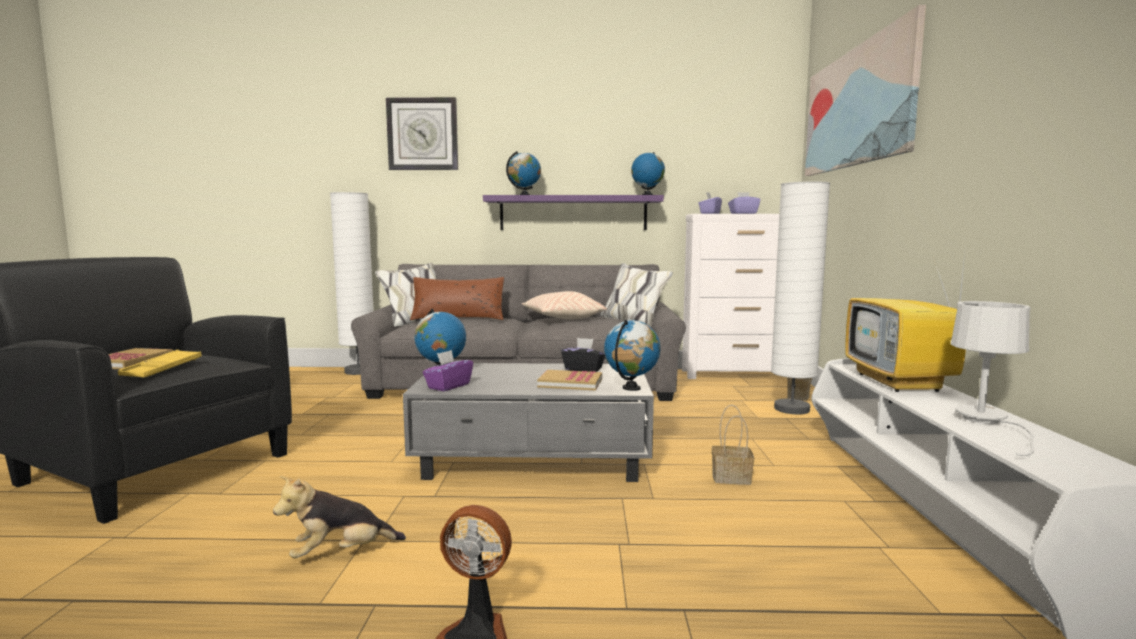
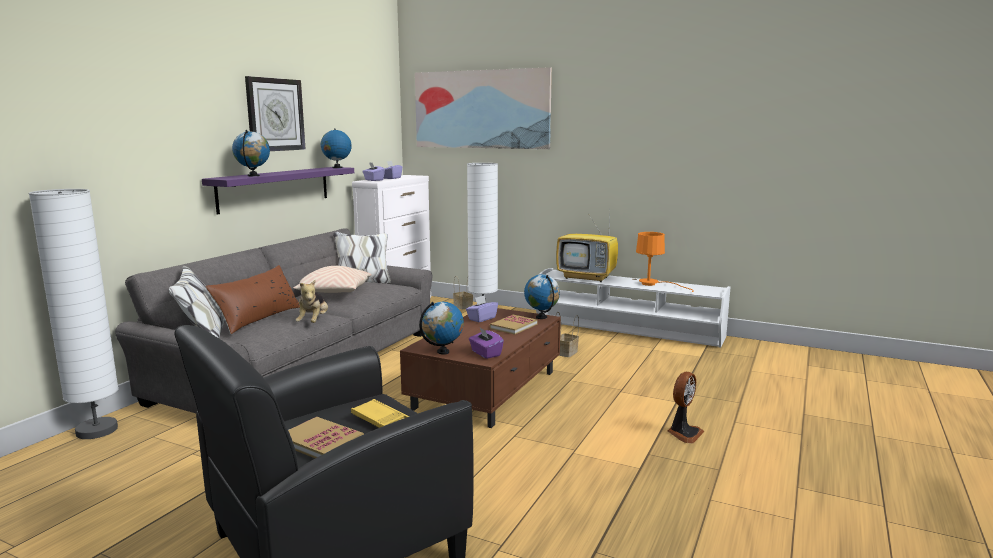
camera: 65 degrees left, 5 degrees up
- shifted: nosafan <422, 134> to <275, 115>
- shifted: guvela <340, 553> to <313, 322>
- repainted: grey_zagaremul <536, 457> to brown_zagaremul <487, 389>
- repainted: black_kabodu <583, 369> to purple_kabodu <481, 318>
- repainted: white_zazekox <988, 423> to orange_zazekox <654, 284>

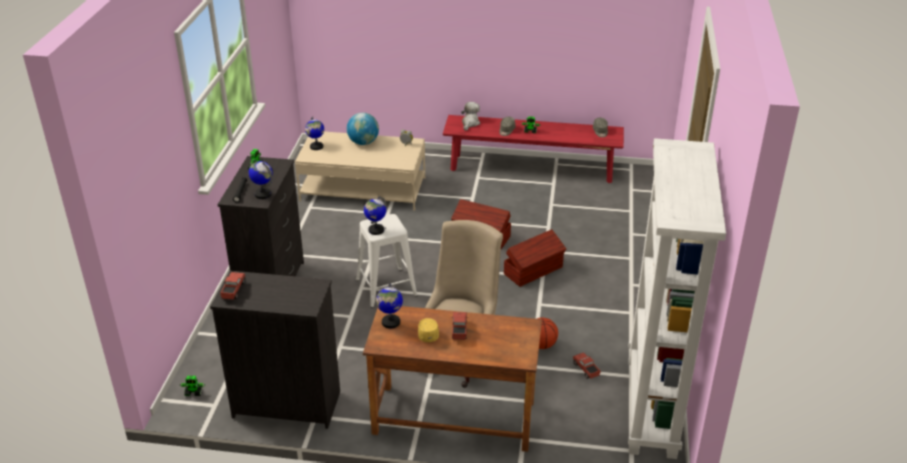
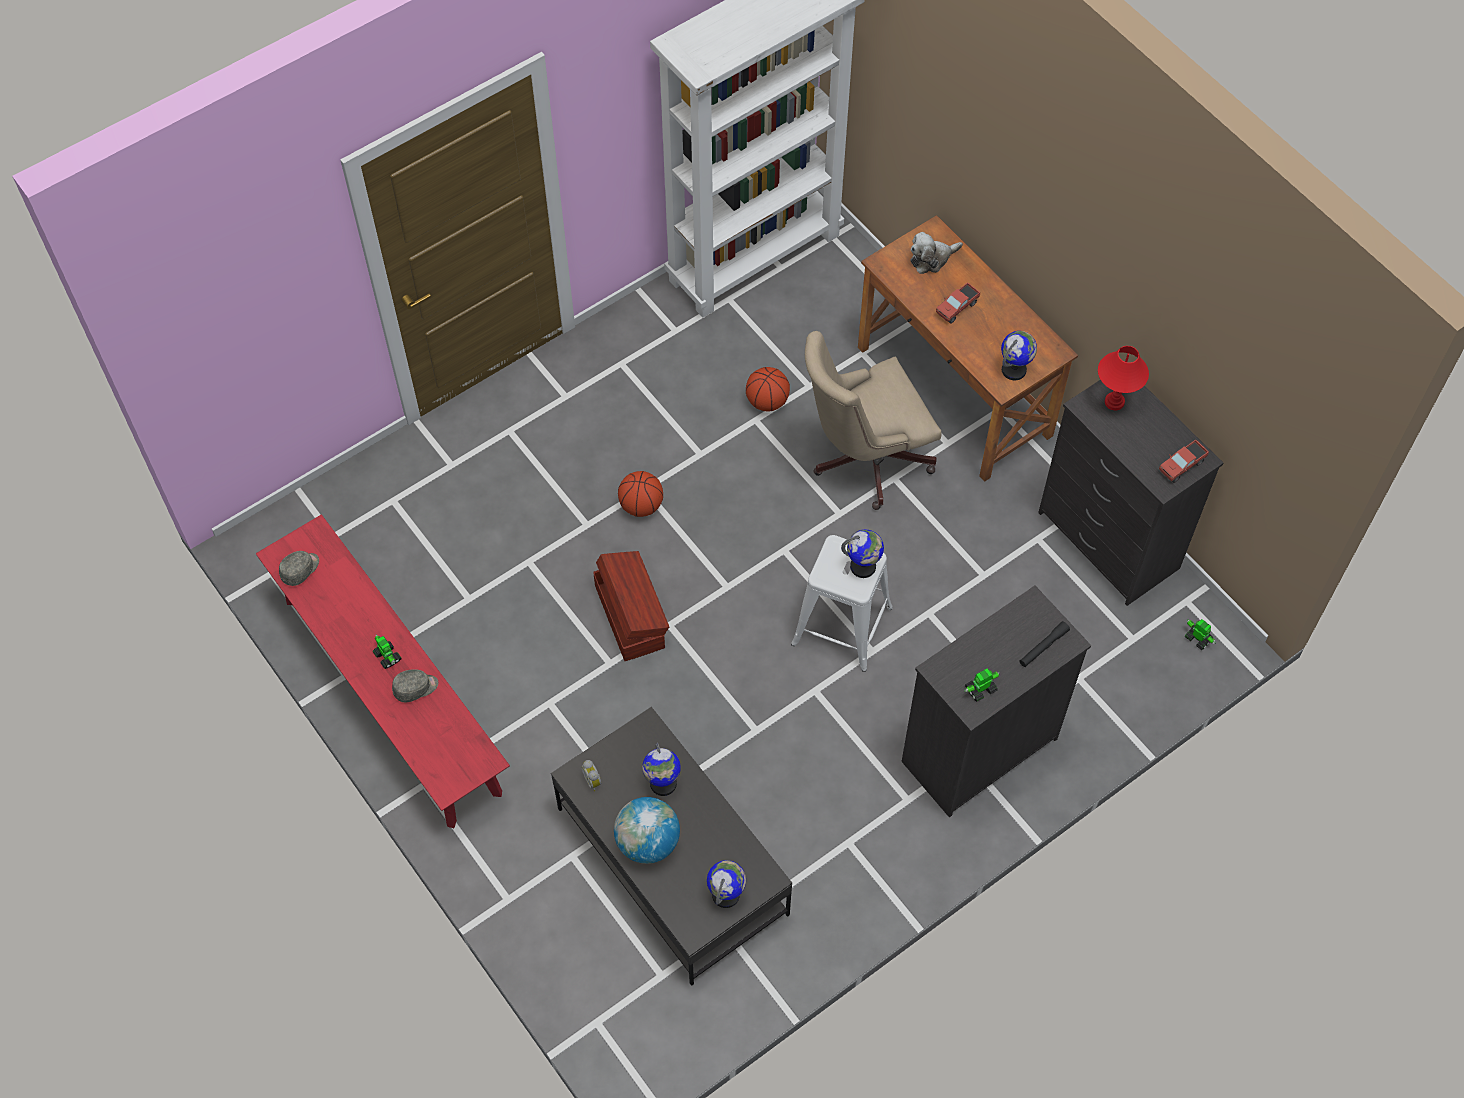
camera: 135 degrees left, 25 degrees up
- repainted: beige_zagaremul <363, 189> to black_zagaremul <673, 861>
- swapped: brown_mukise <534, 270> to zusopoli <641, 505>
- shifted: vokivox <263, 194> to <663, 784>
- shifted: guvela <470, 123> to <932, 259>
- new: red_zazekox <1114, 402>
- gone: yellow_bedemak <428, 333>
- gone: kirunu <586, 370>

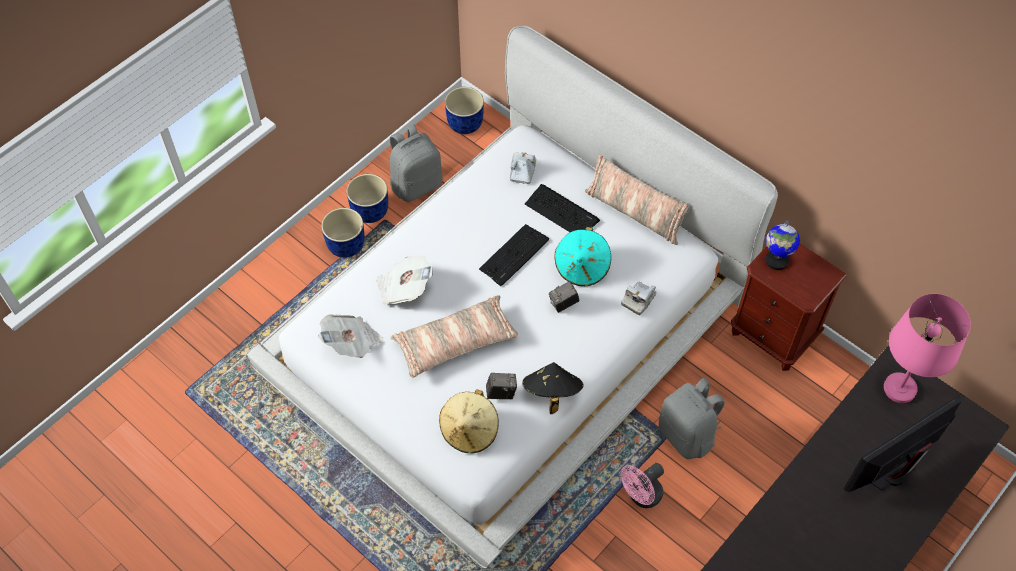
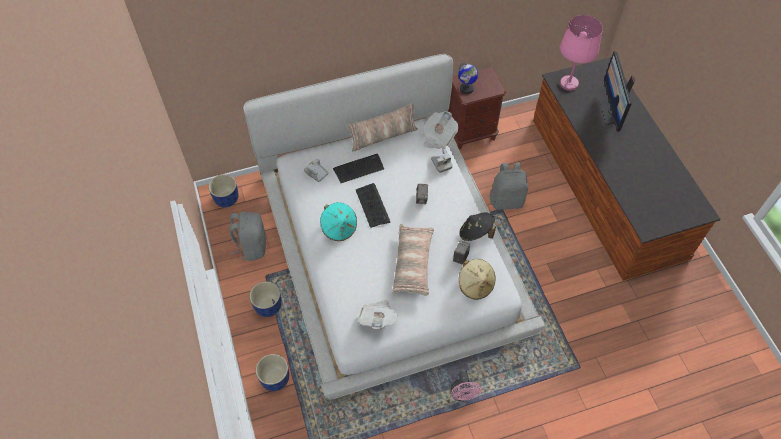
camera: 60 degrees left, 0 degrees up
- shifted: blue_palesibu <370, 211> to <275, 379>
- shifted: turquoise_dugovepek <582, 267> to <339, 228>
- shifted: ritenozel <404, 288> to <438, 137>
- shifted: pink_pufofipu <641, 496> to <462, 395>

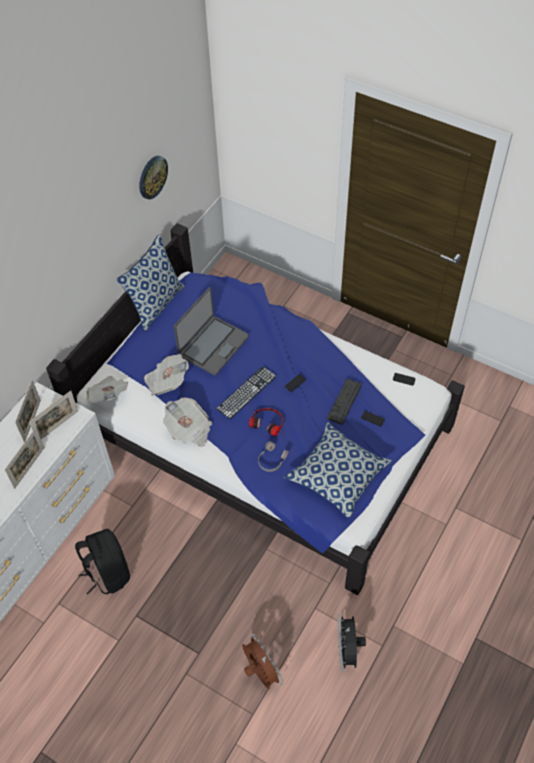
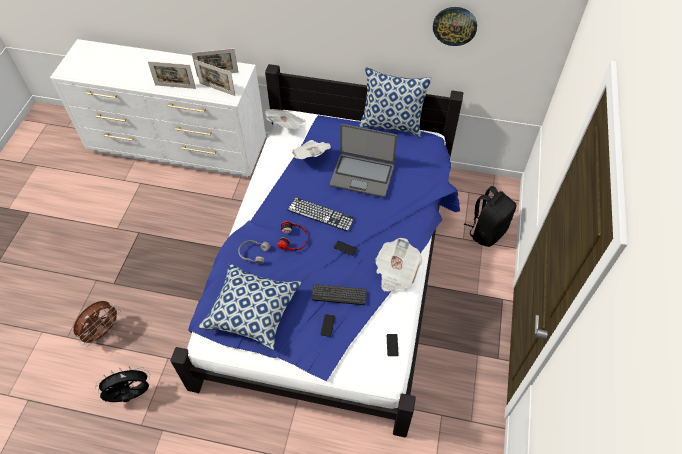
camera: 70 degrees right, 0 degrees up
- shifted: ritenozel <189, 430> to <396, 273>
- shifted: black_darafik <108, 573> to <487, 231>

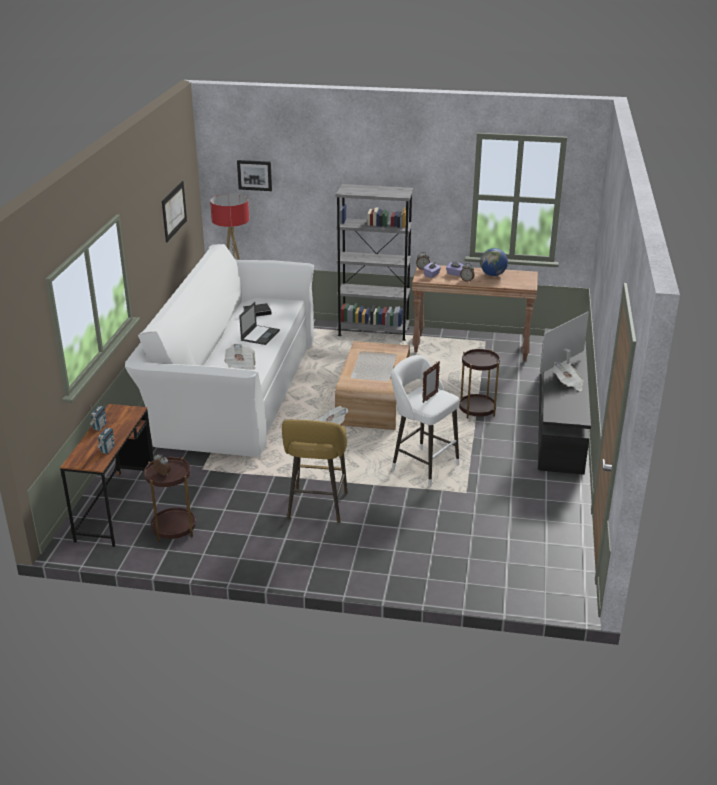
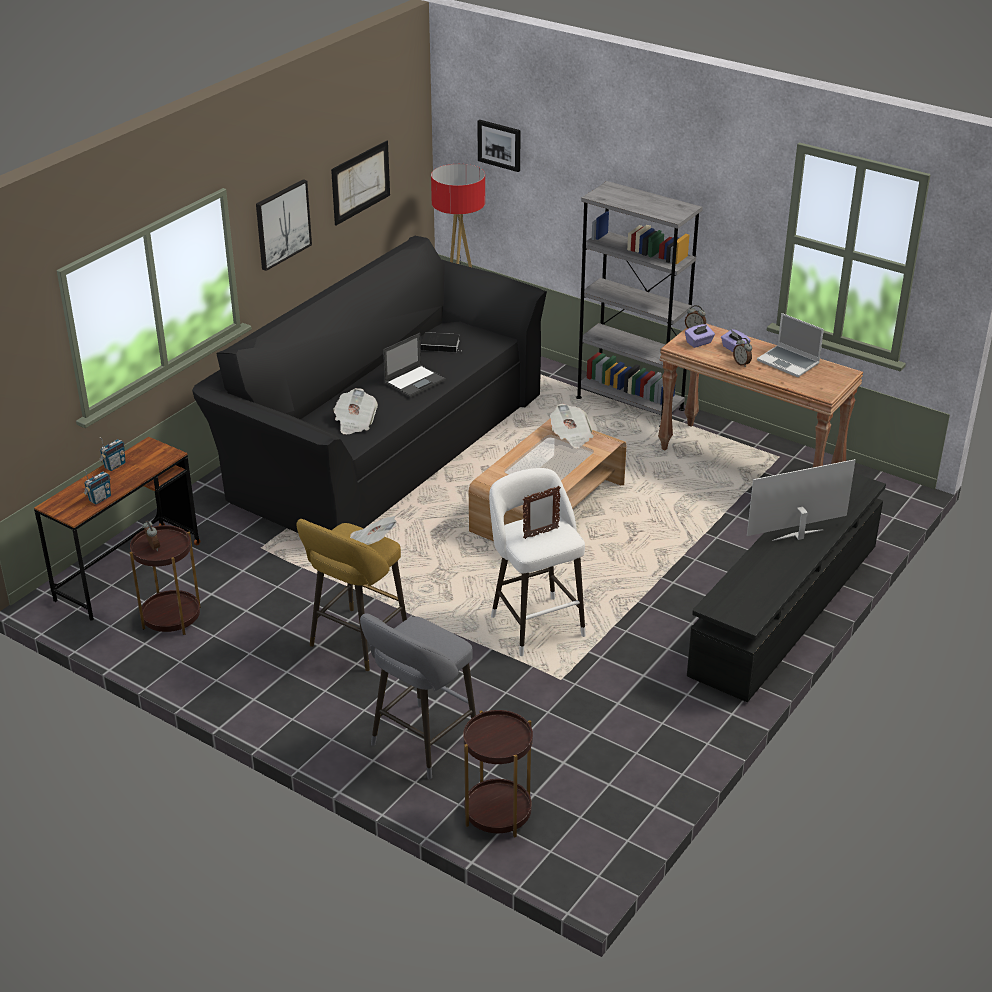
camera: 25 degrees right, 5 degrees up
- repainted: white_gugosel <232, 387> to black_gugosel <381, 442>
- new: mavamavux <282, 224>
- new: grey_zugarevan <420, 744>
- shifted: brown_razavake <477, 410> to <497, 813>
- shifted: ritenozel <568, 384> to <571, 436>
- swapped: vokivox <493, 275> to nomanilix <789, 362>

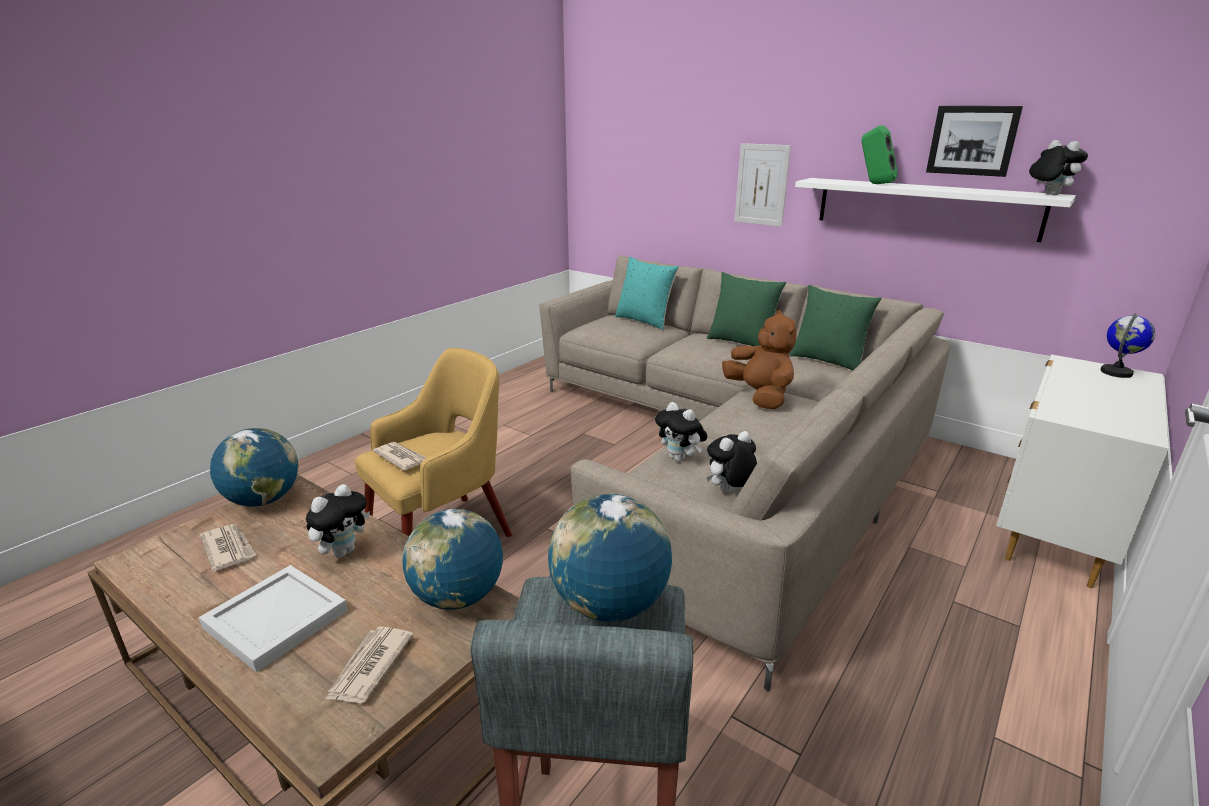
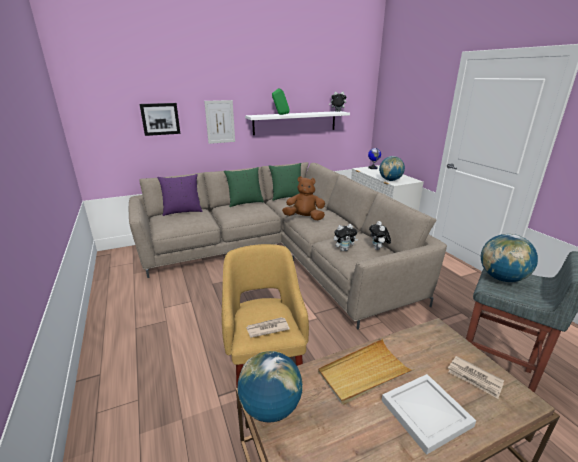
camera: 60 degrees left, 0 degrees up
- shifted: mavamavux <972, 140> to <160, 119>
- repainted: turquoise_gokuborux <644, 321> to purple_gokuborux <182, 211>
- swapped: guvela <343, 551> to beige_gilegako <364, 373>
- shifted: vokivox <458, 597> to <390, 180>
- gone: ritenozel <228, 548>

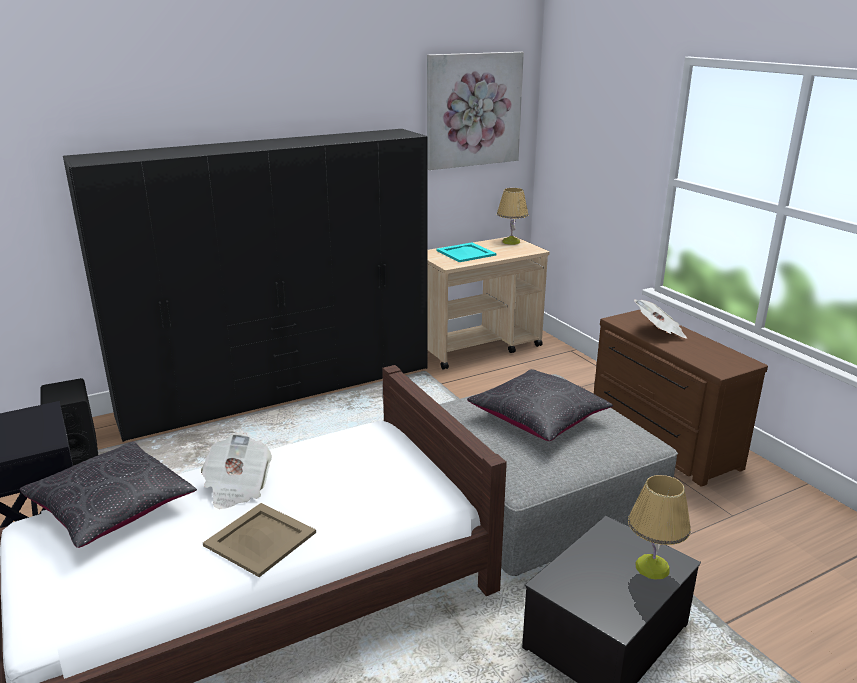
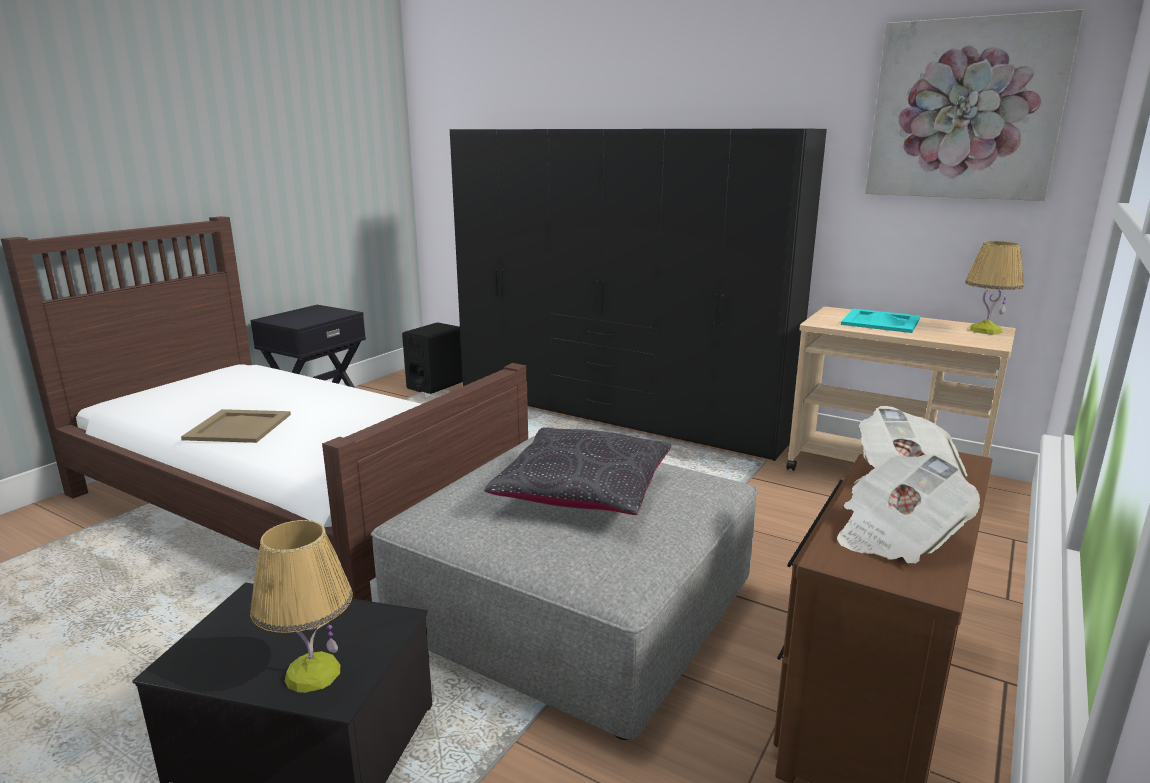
camera: 60 degrees right, 5 degrees down
- shifted: ritenozel <237, 487> to <896, 537>
- gone: black_gokuborux <112, 508>

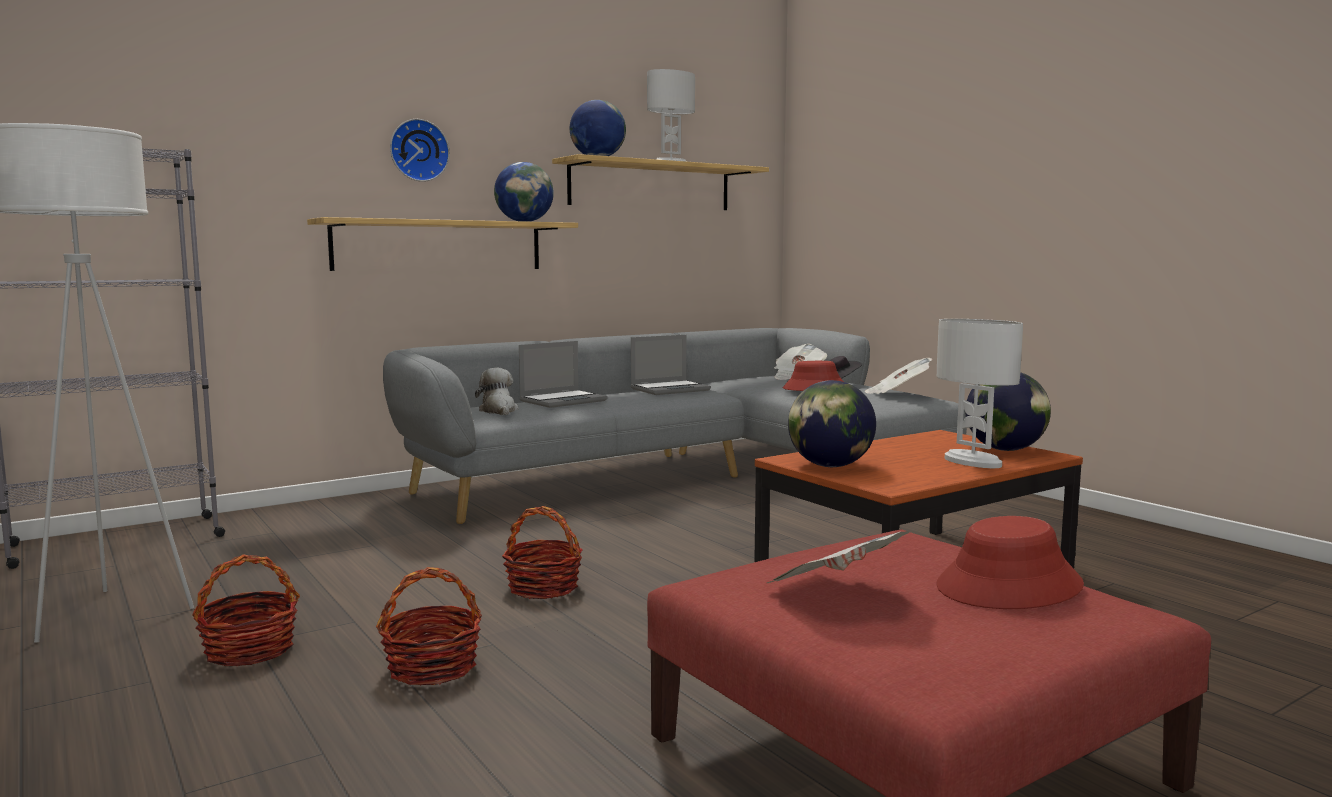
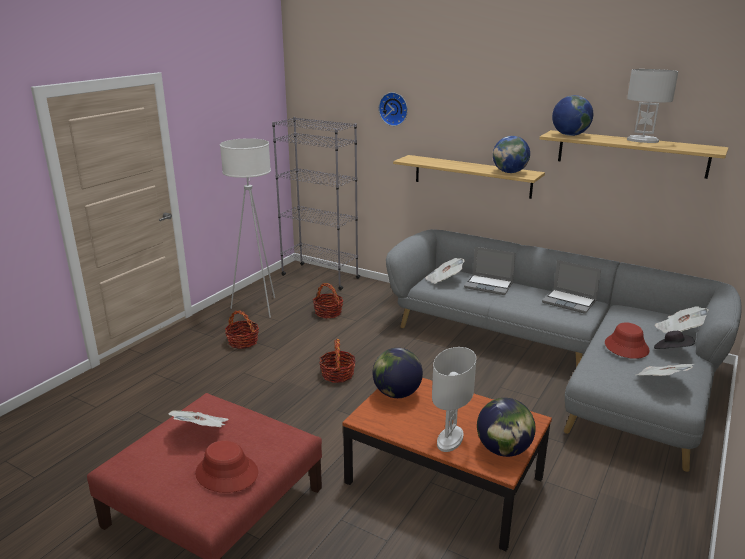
camera: 65 degrees right, 15 degrees up
- shifted: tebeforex <432, 668> to <328, 313>
- shifted: nosafan <418, 150> to <394, 108>
- swapped: guvela <499, 411> to ritenozel <444, 280>

